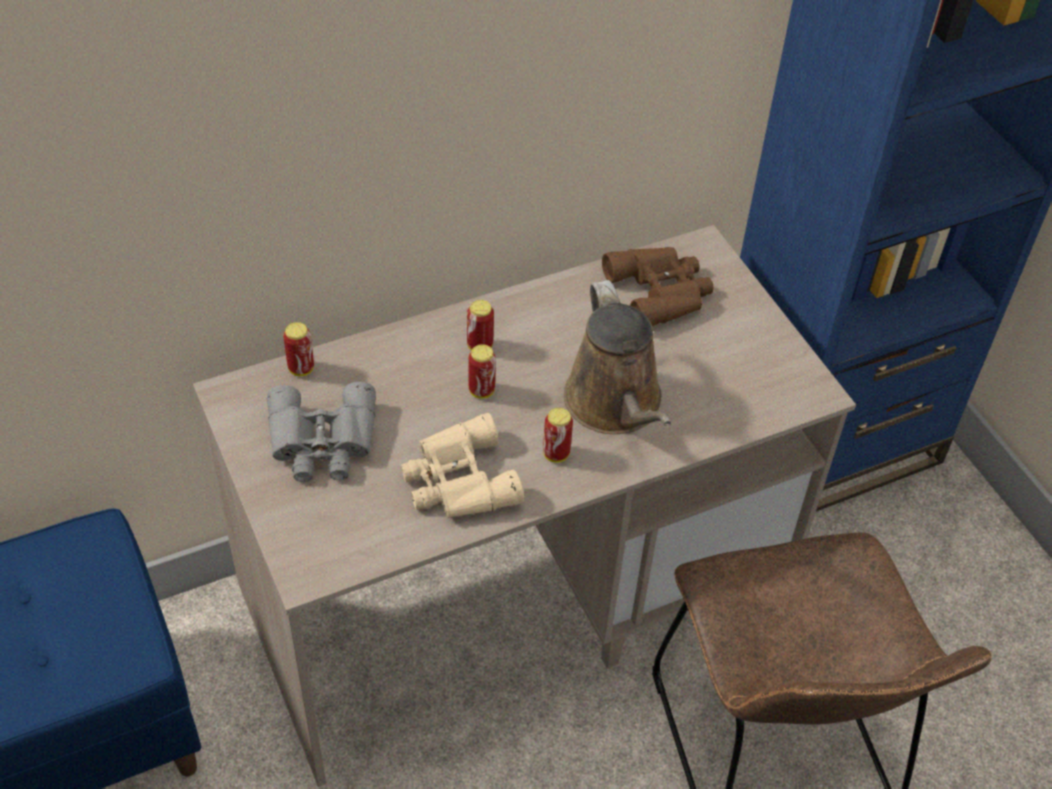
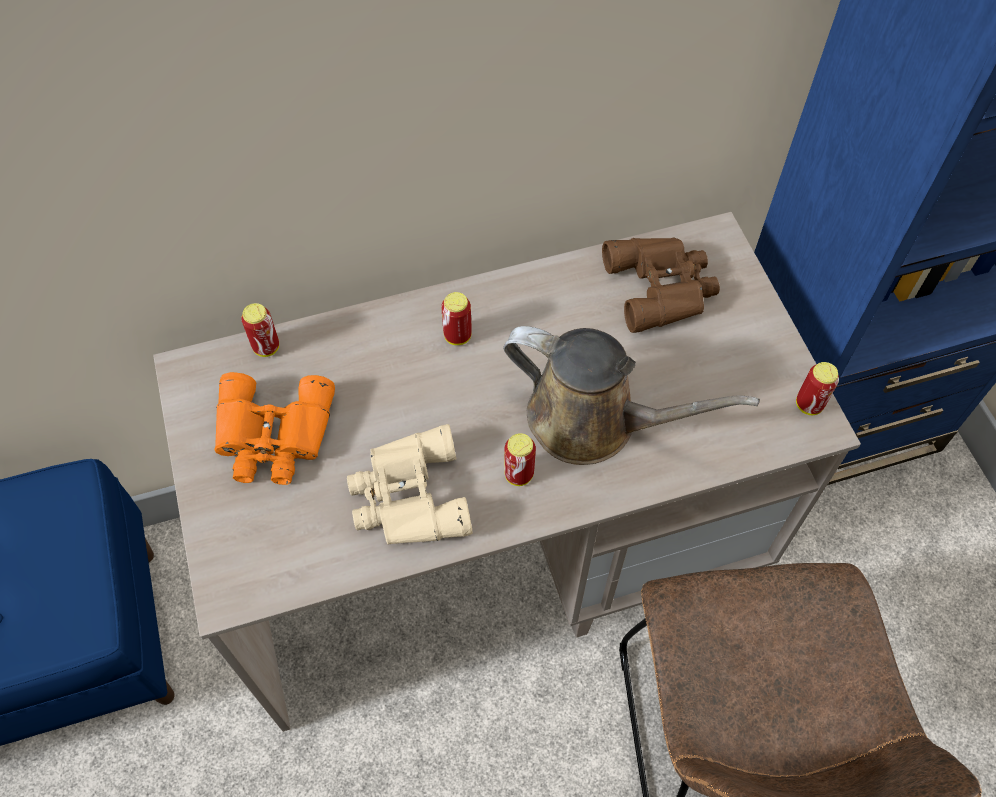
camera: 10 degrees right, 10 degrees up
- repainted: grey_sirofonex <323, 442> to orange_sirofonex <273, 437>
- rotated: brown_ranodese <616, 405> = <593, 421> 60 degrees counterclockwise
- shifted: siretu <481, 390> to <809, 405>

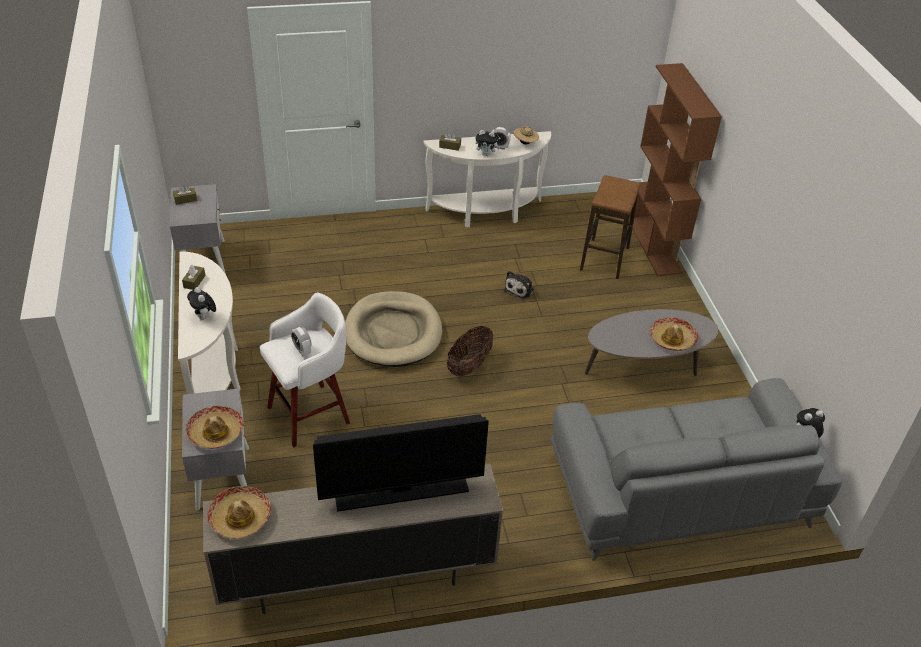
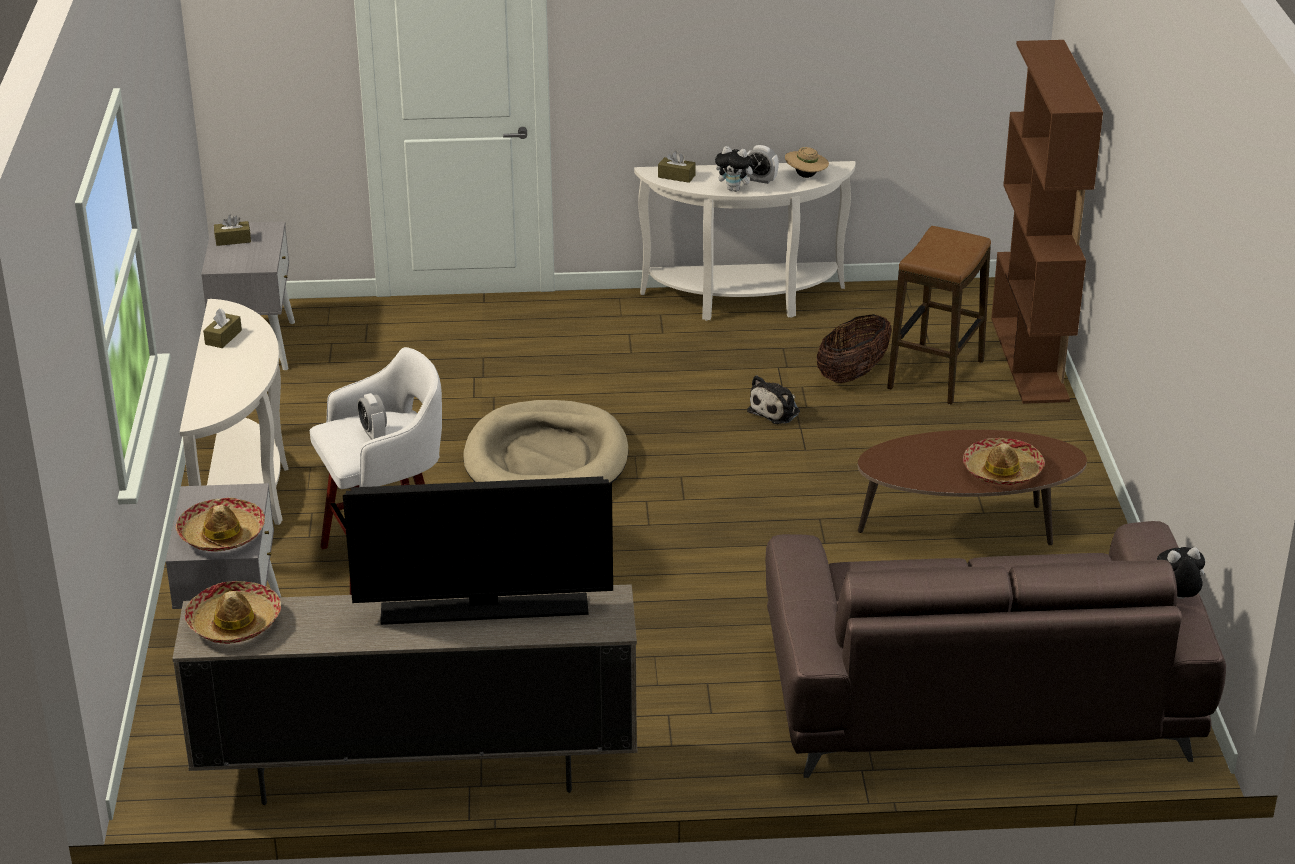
camera: 10 degrees right, 10 degrees down
- repainted: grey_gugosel <679, 491> to brown_gugosel <978, 698>
- shifted: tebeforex <469, 365> to <852, 374>
- repainted: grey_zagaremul <645, 367> to brown_zagaremul <966, 528>
- gone: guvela <204, 317>

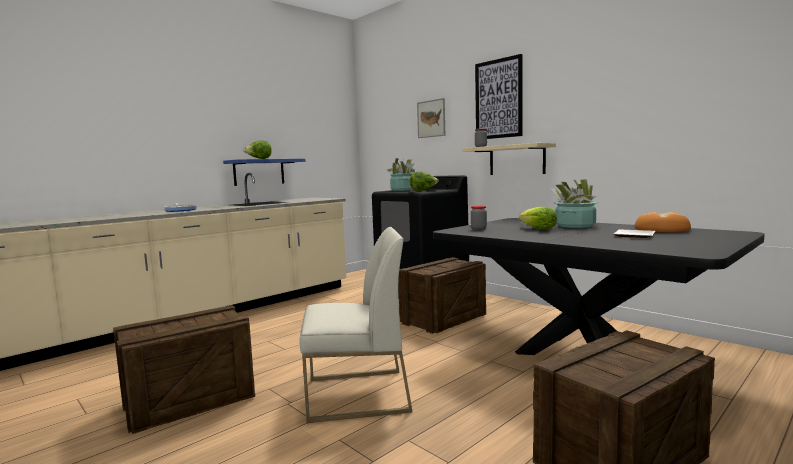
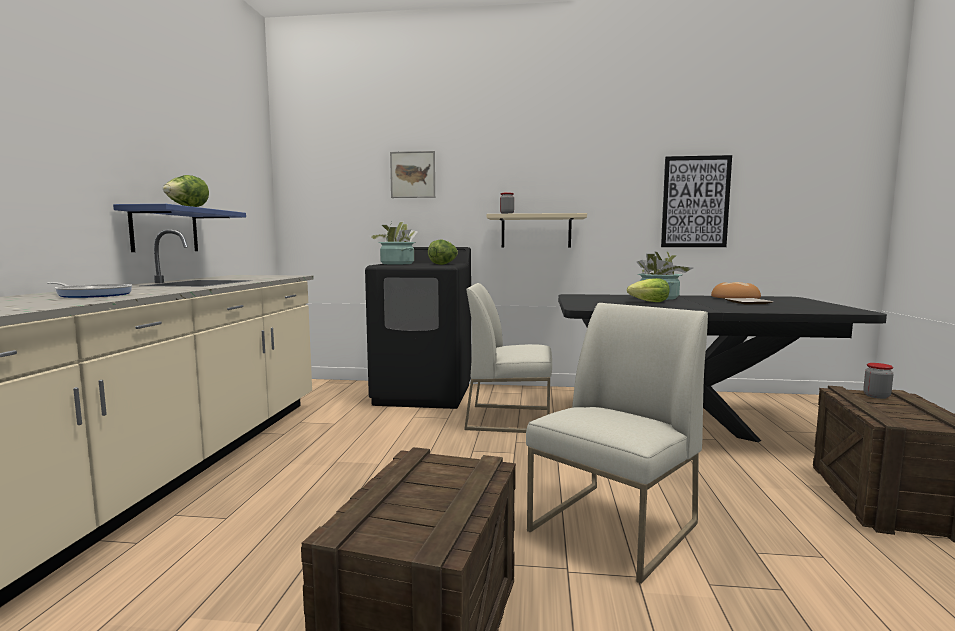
camera: 40 degrees left, 0 degrees up
- swapped: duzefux <443, 319> to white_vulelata <510, 418>
- shifted: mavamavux <498, 99> to <695, 202>
- shifted: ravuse <478, 228> to <876, 396>

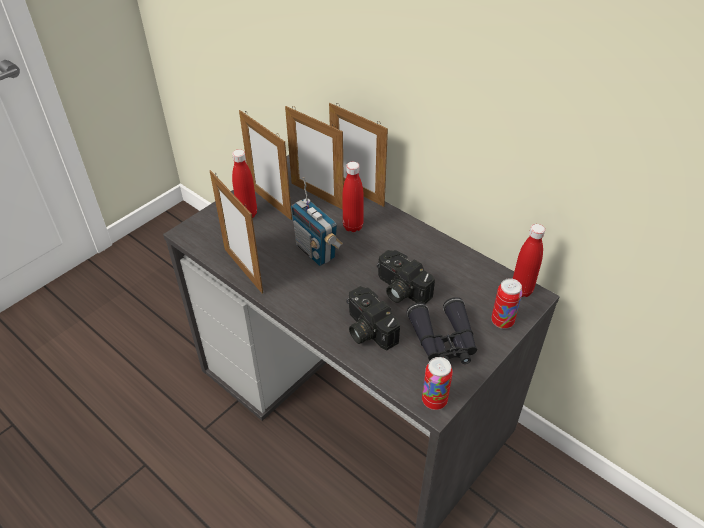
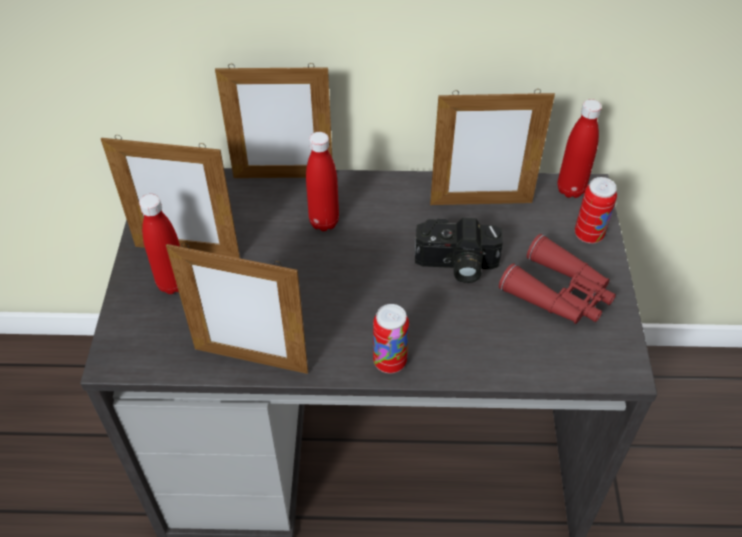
camera: 40 degrees left, 5 degrees up
- shifted: siretu <434, 401> to <389, 361>
- shifted: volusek <317, 196> to <481, 203>
- repainted: black_sirofonex <444, 341> to red_sirofonex <559, 293>
- gone: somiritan <316, 252>
- gone: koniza <366, 329>

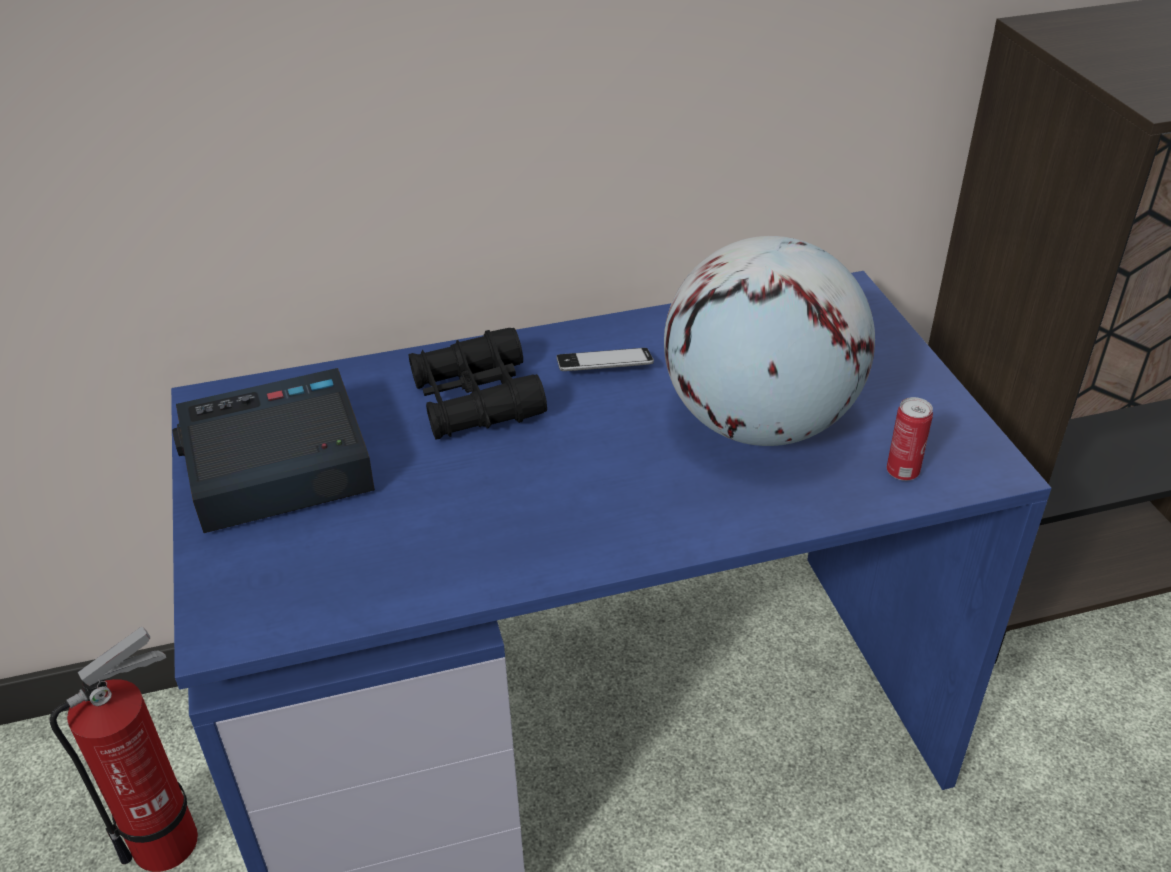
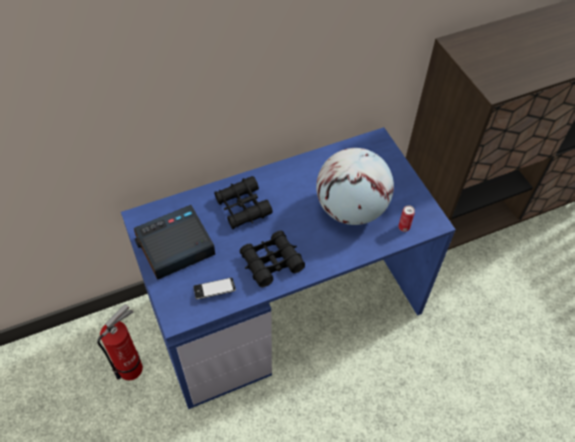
camera: 10 degrees left, 15 degrees up
- shifted: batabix <604, 367> to <214, 290>
- new: black_sirofonex <271, 262>

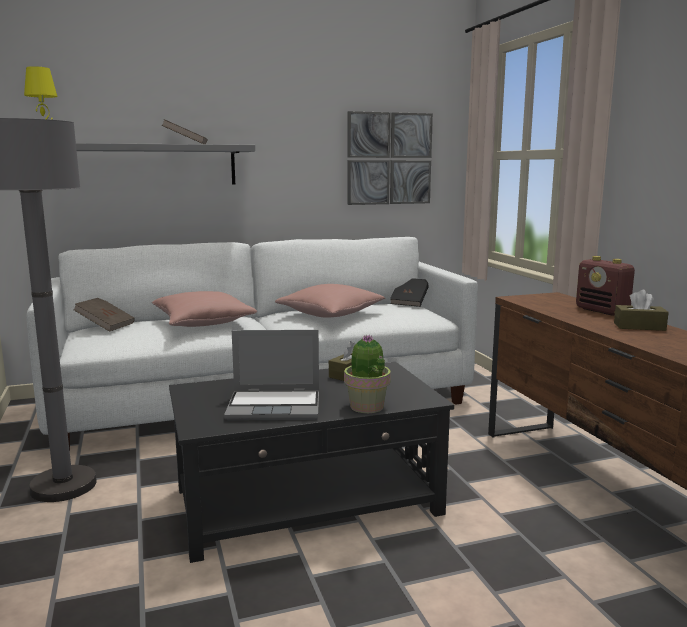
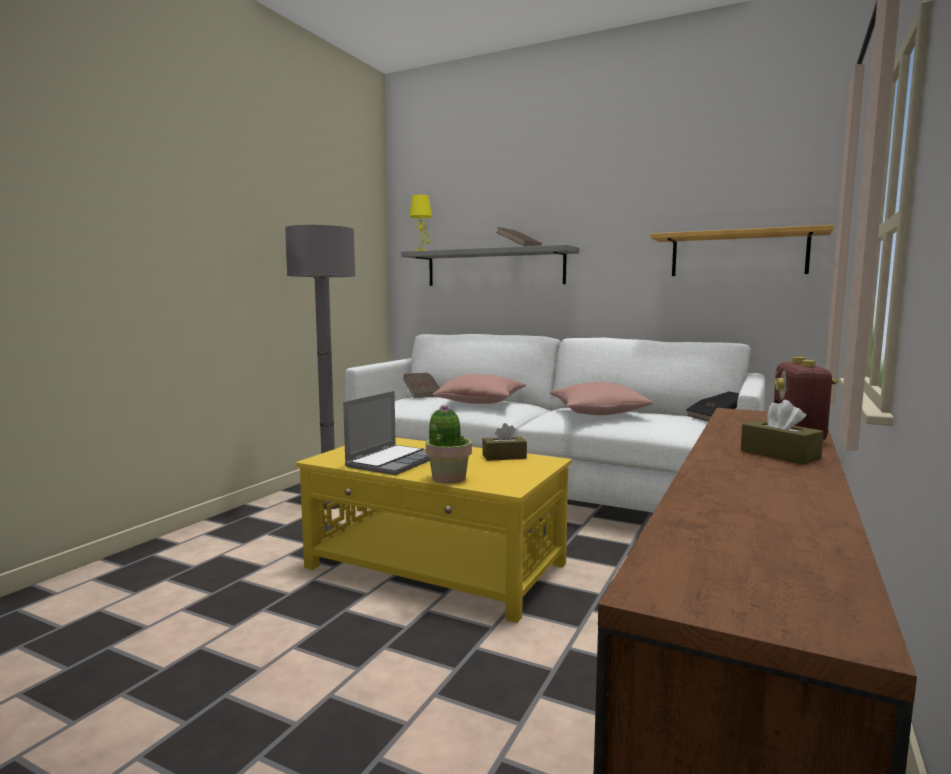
camera: 45 degrees right, 5 degrees down
- repainted: black_zagaremul <308, 501> to yellow_zagaremul <436, 566>
- rotated: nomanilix <275, 407> = <393, 461> 105 degrees counterclockwise
- swapped: mavamavux <389, 159> to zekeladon <738, 254>

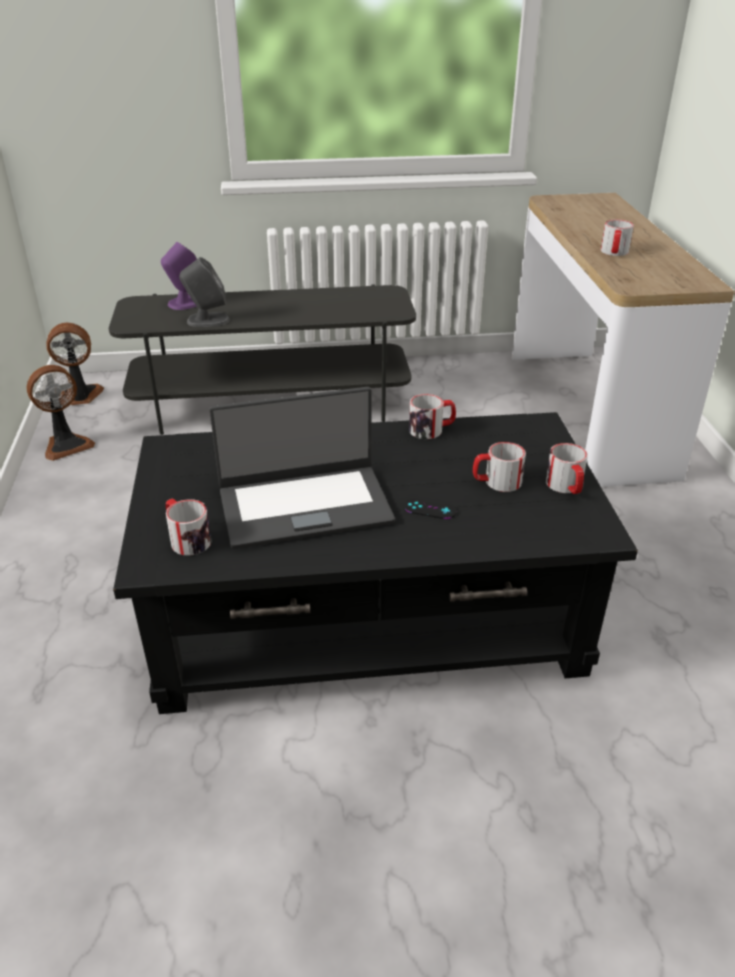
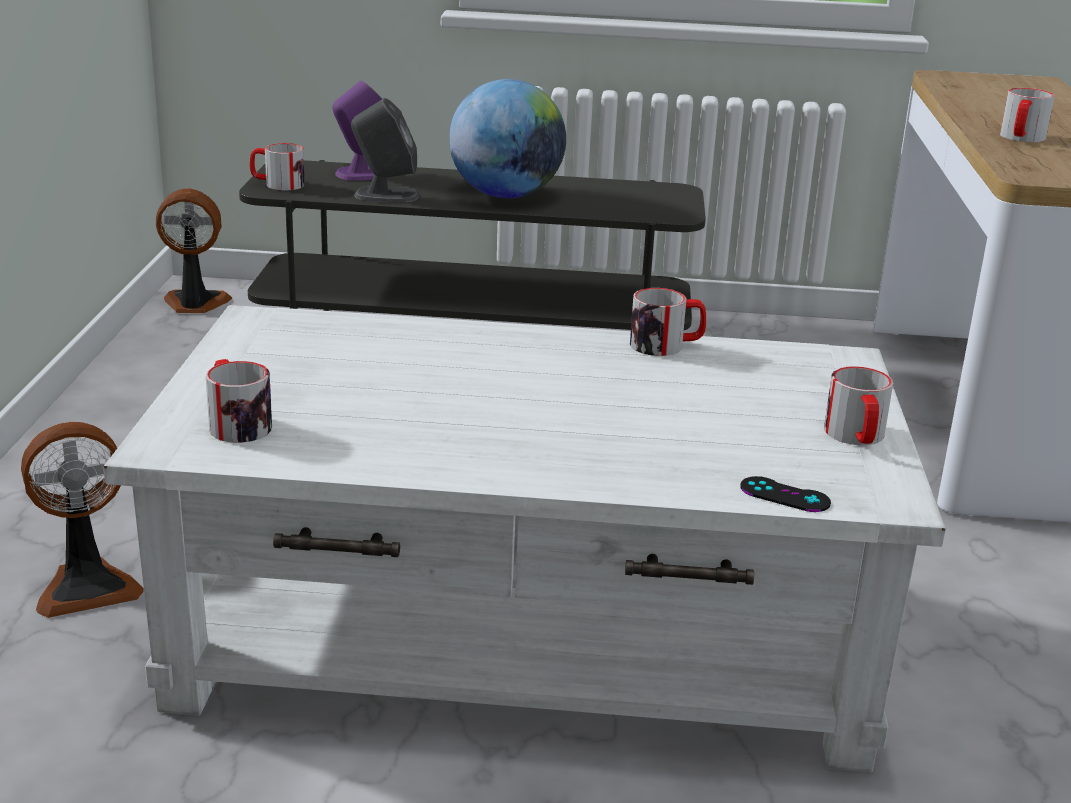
camera: 10 degrees right, 10 degrees down
- shifted: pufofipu <66, 445> to <87, 587>
- repainted: black_zagaremul <368, 618> to white_zagaremul <528, 637>
- shifted: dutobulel <496, 482> to <277, 184>
- new: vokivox <506, 195>
- shifted: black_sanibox <429, 509> to <785, 495>
- gone: nomanilix <304, 505>

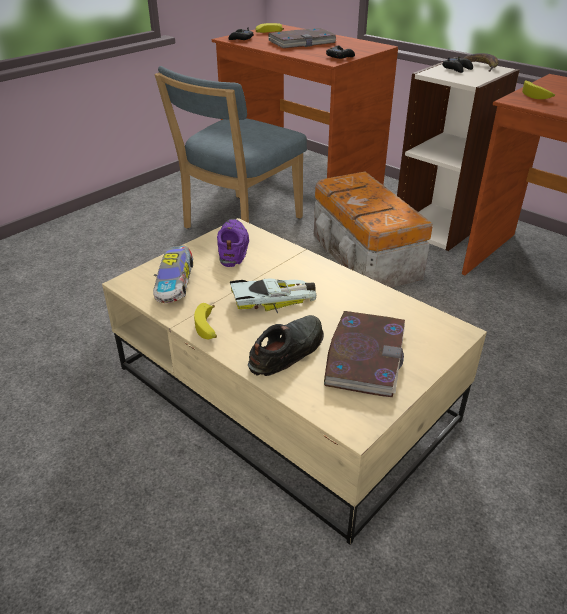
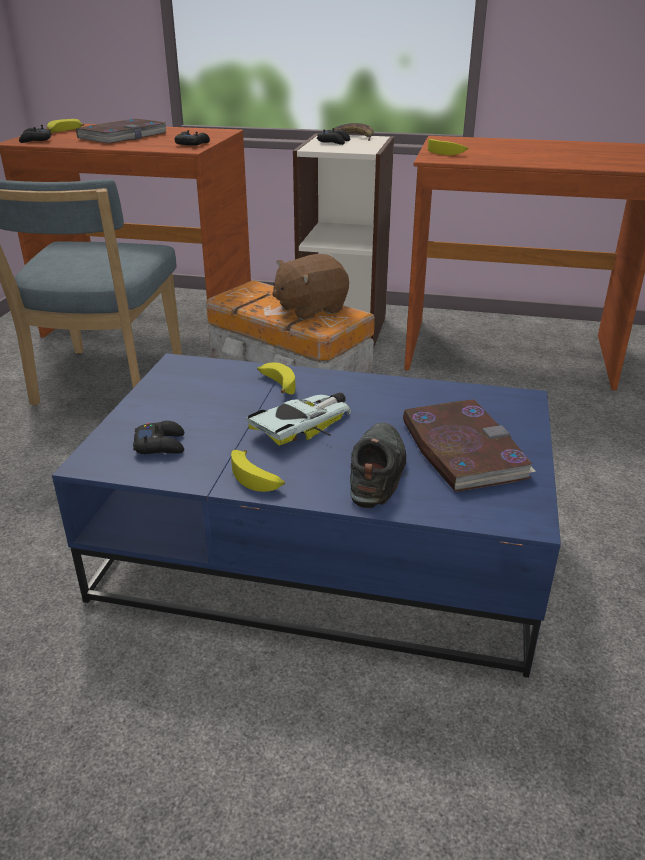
camera: 30 degrees left, 5 degrees down
- repainted: beige_zagaremul <281, 392> to blue_zagaremul <318, 552>
- swapped: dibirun <175, 284> to black_sanibox <161, 445>
- new: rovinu <276, 384>
- new: brown_guvela <310, 309>
- gone: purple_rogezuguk <232, 247>

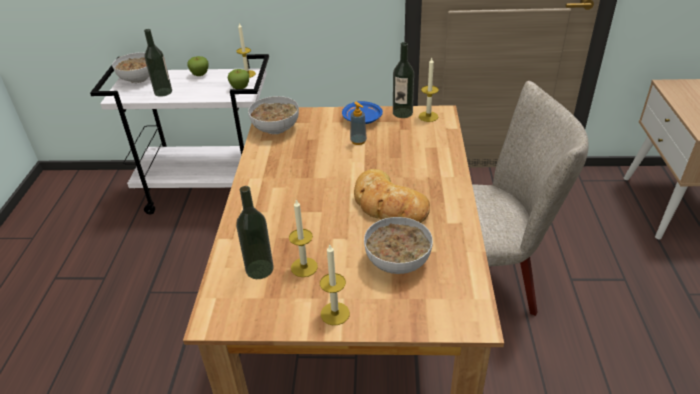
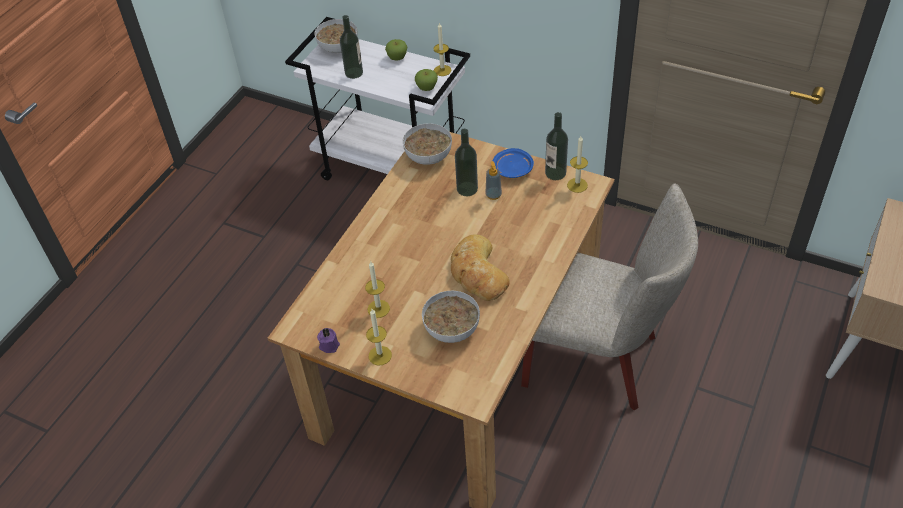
camera: 25 degrees right, 10 degrees up
- new: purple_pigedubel <329, 345>
- shifted: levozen <259, 269> to <467, 189>

